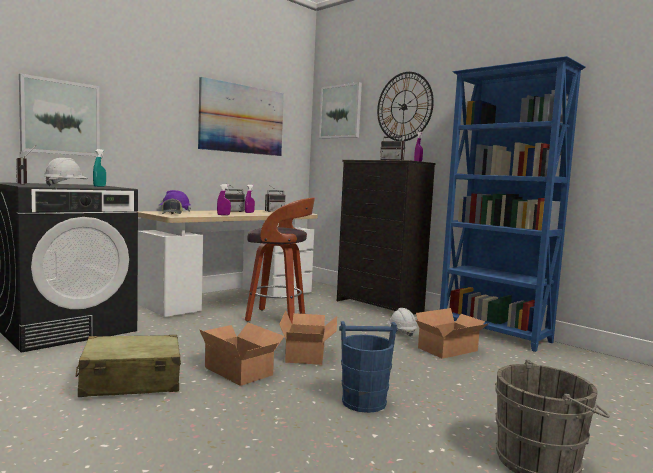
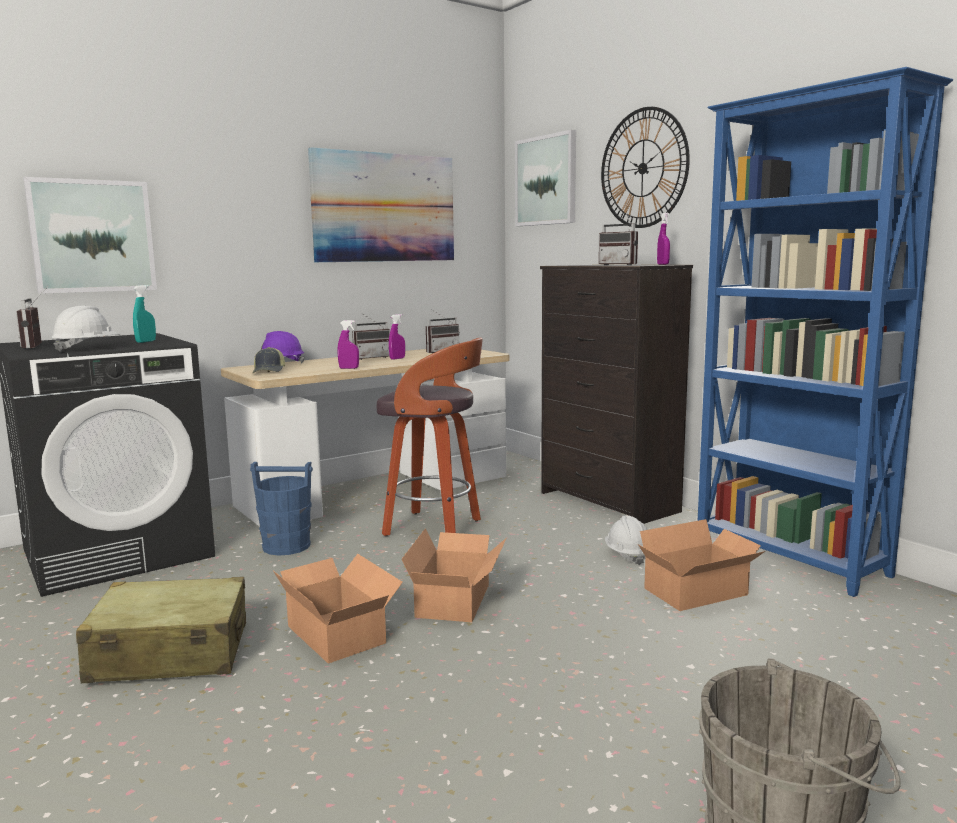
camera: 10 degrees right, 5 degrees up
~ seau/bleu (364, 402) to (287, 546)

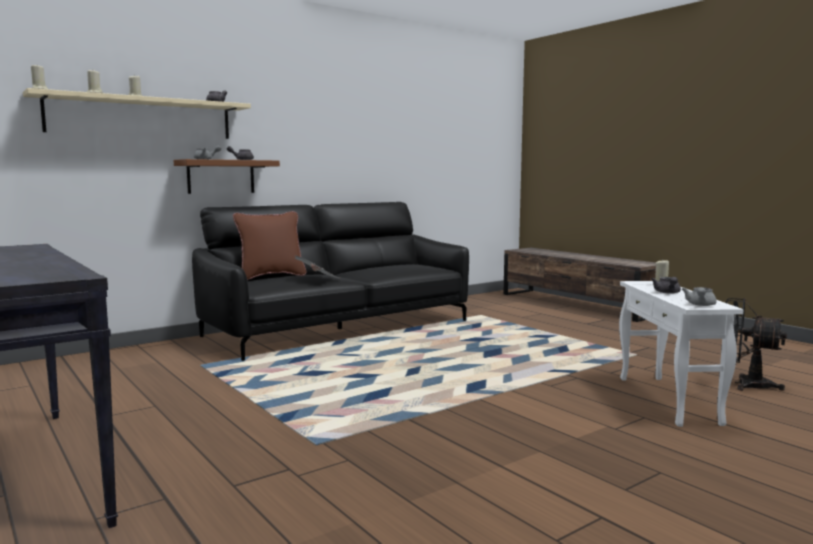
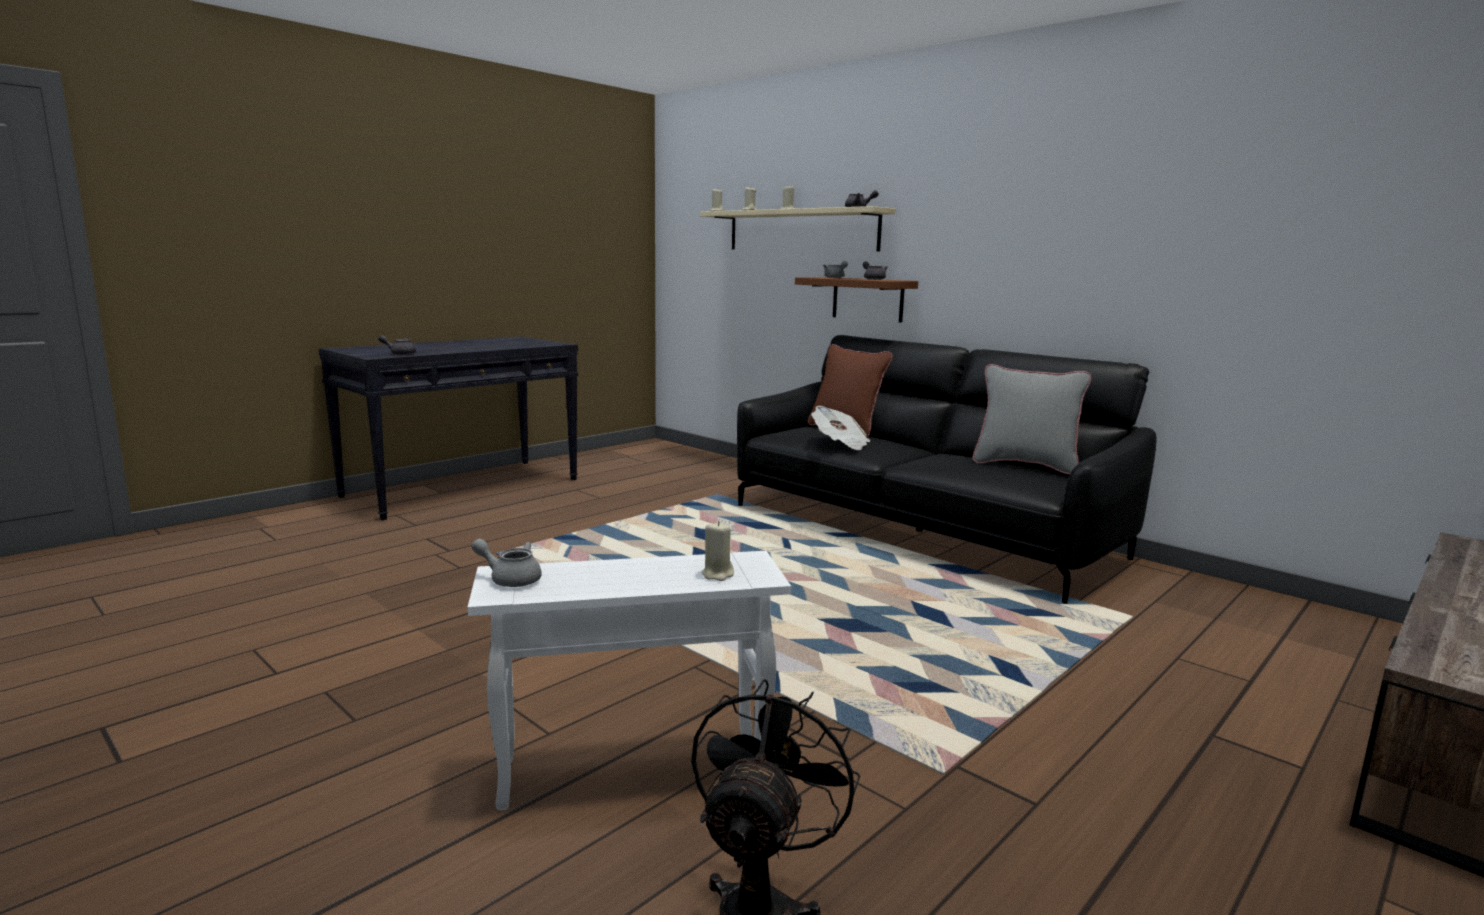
camera: 80 degrees right, 5 degrees up
~ théière/gris (667, 293) to (399, 353)
+ coussin/gris (1025, 465)

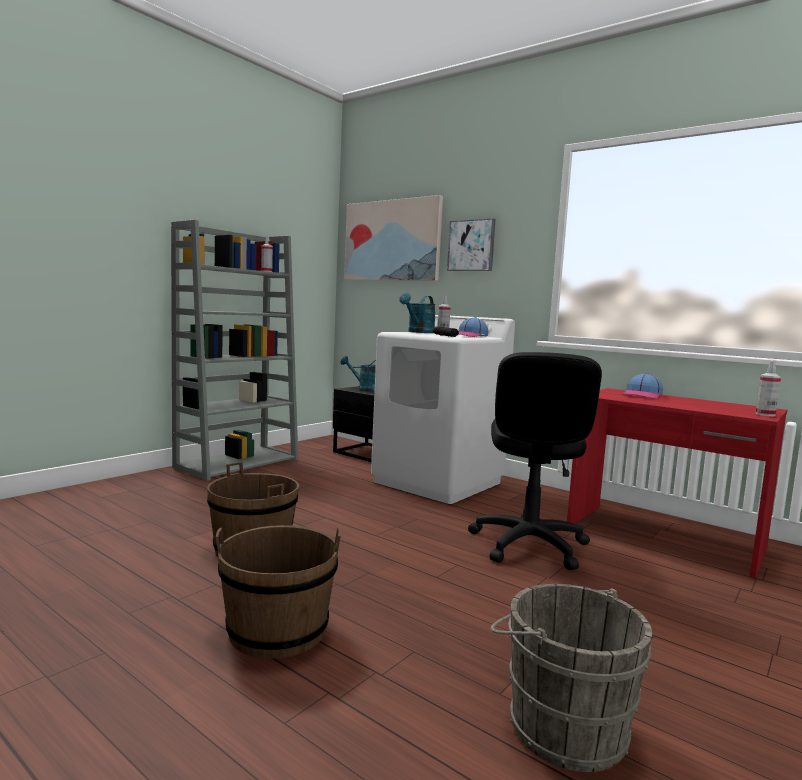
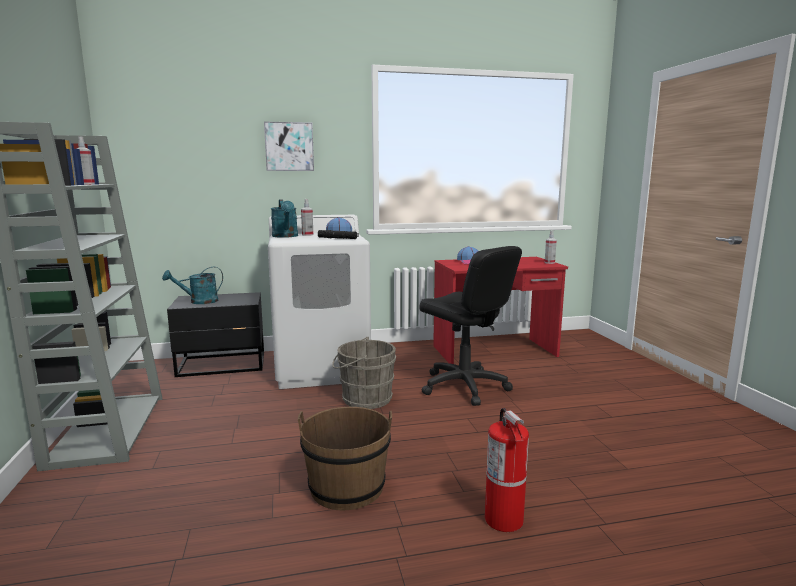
camera: 50 degrees left, 5 degrees up
~ seau/gris (561, 724) to (363, 398)
~ seau/marron (277, 631) to extincteur (504, 520)
- tableau (392, 240)

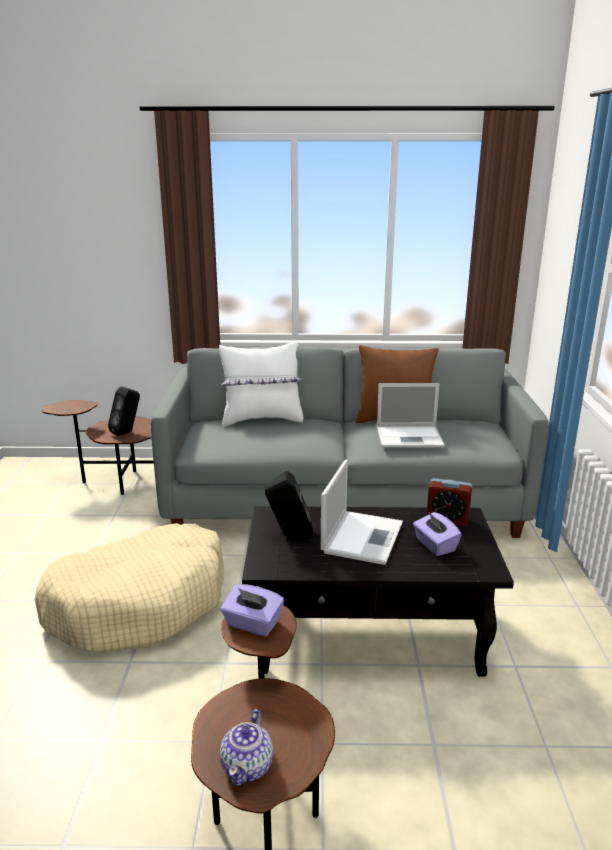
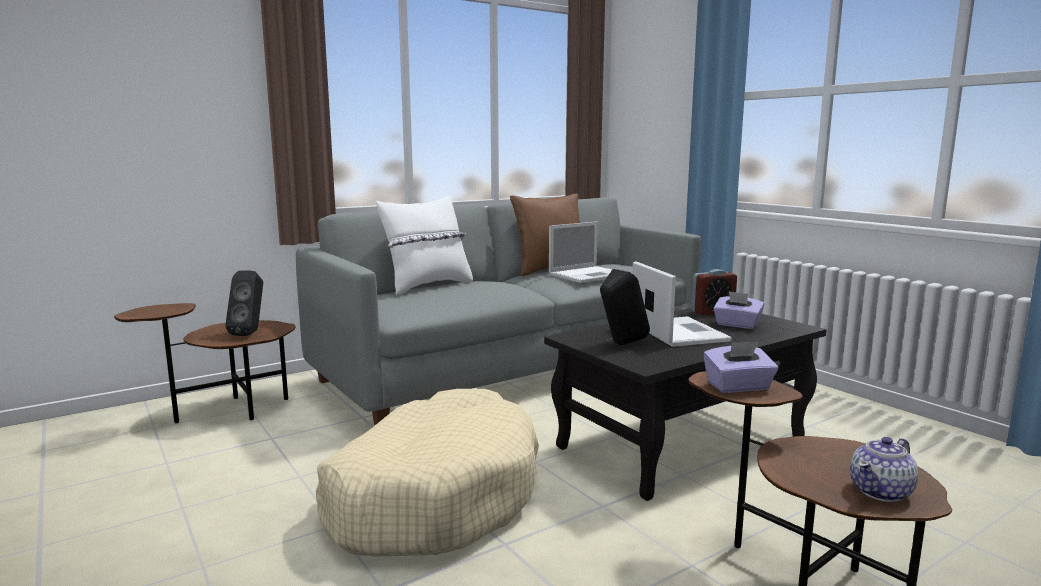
camera: 35 degrees left, 10 degrees down
~ théière (248, 766) = (881, 491) 75 degrees clockwise

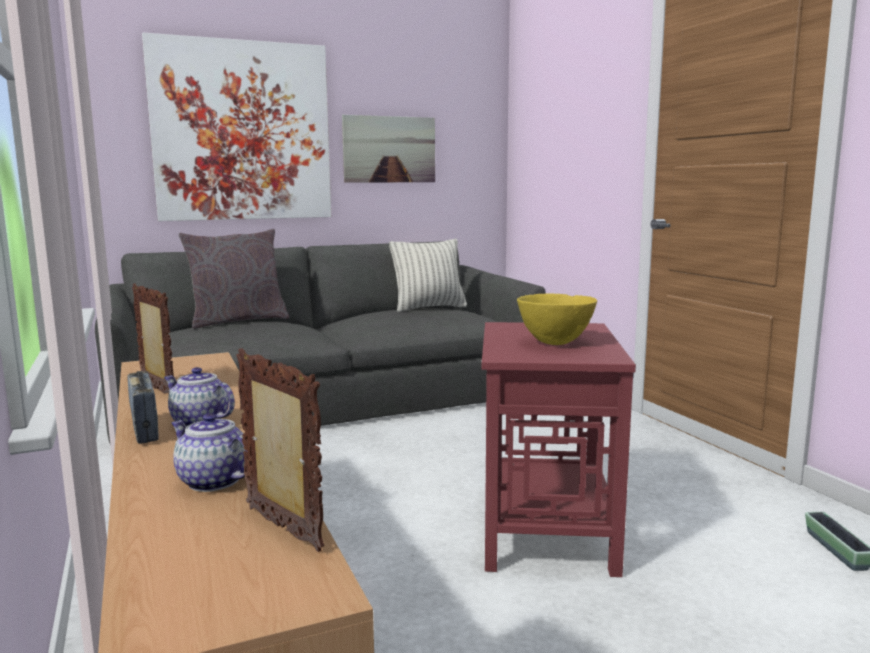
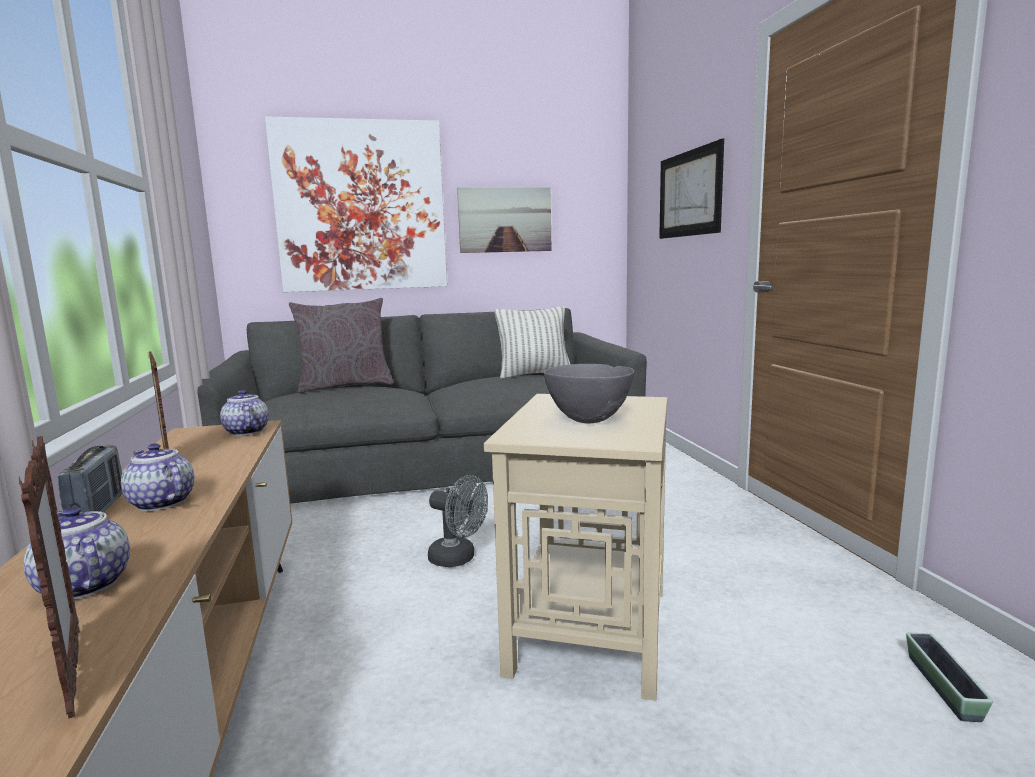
camera: 10 degrees right, 0 degrees up
+ théière (246, 431)
+ ventilateur/gris (458, 559)
~ table d'appoint/rouge (545, 530) to table d'appoint/beige (588, 628)
~ bol/jaune (554, 343) to bol/gris (588, 420)
+ tableau (689, 194)

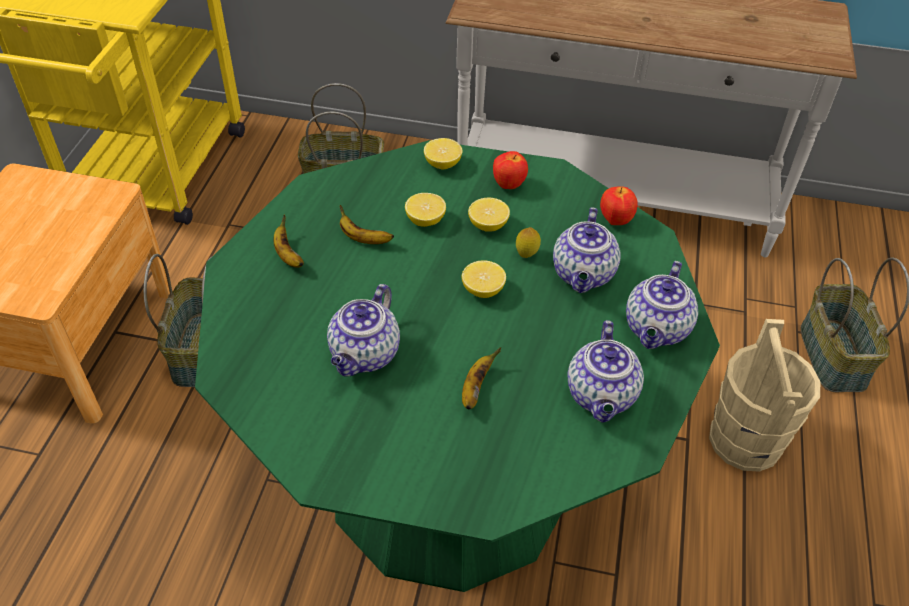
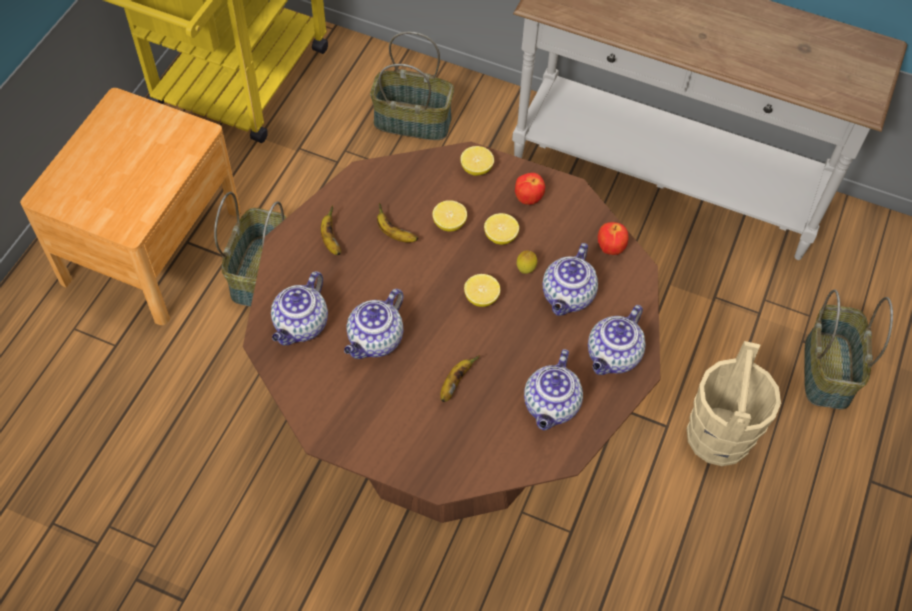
camera: 10 degrees right, 10 degrees up
~ table à manger/vert (449, 478) to table à manger/marron (450, 425)
+ théière (301, 326)

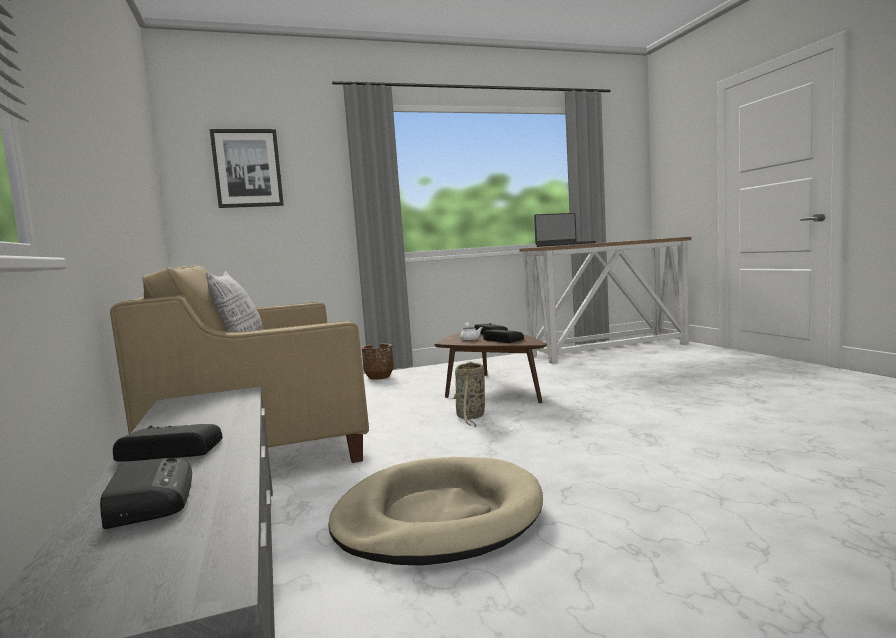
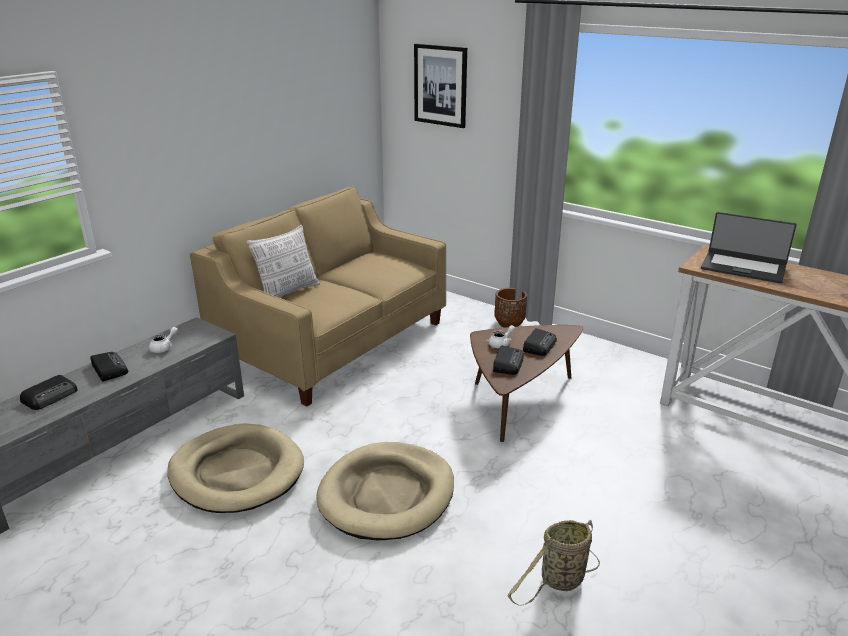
camera: 55 degrees right, 20 degrees up
+ théière/blanc (164, 347)
+ panier pour chien/beige (387, 494)
~ panier (470, 417) to (559, 581)

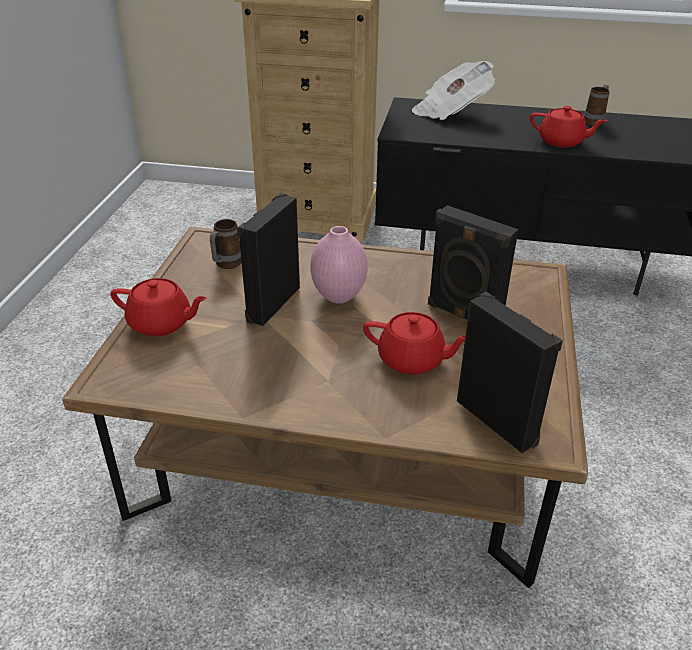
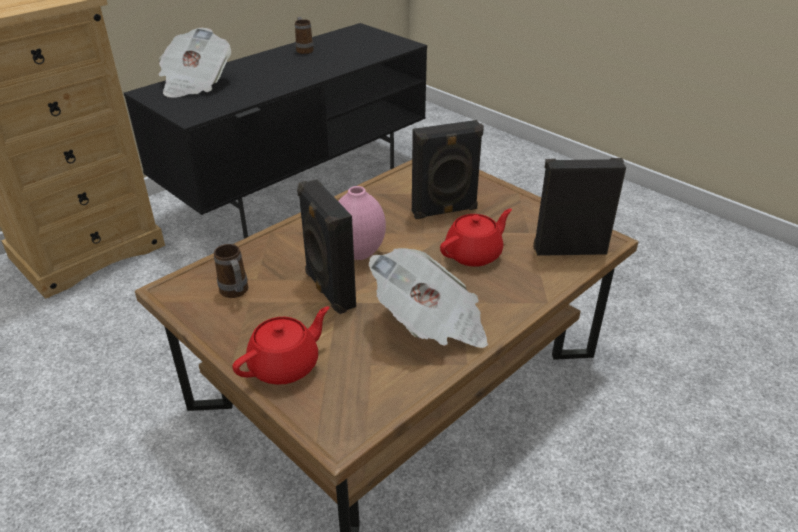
camera: 55 degrees left, 0 degrees up
+ journal (431, 324)
- théière/rouge (562, 142)

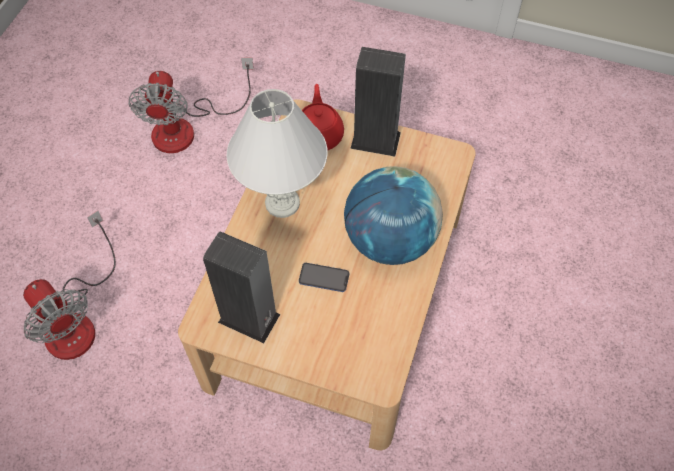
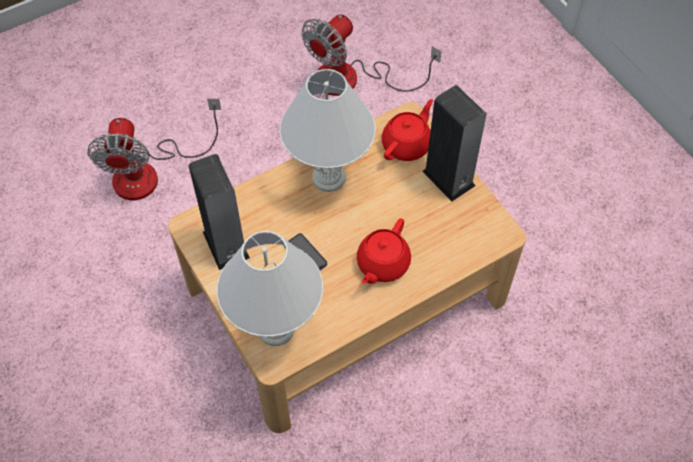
camera: 40 degrees right, 0 degrees up
+ lampe de table/blanc (276, 328)
~ globe (390, 241) to théière/rouge (382, 264)

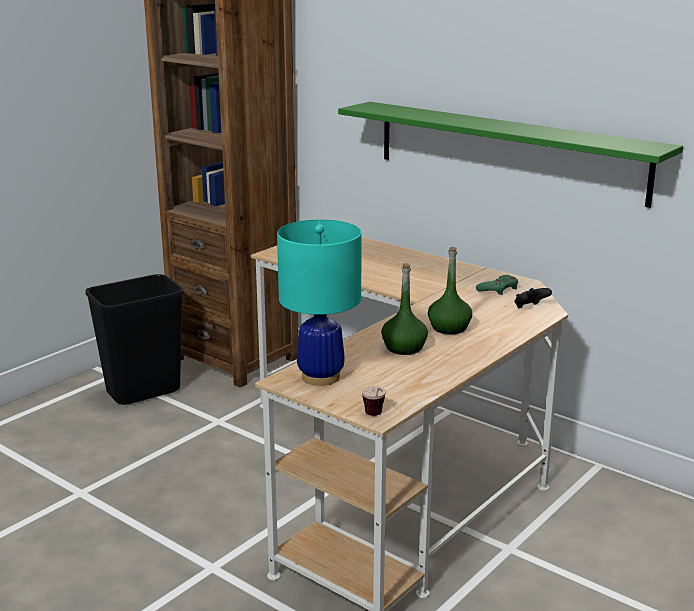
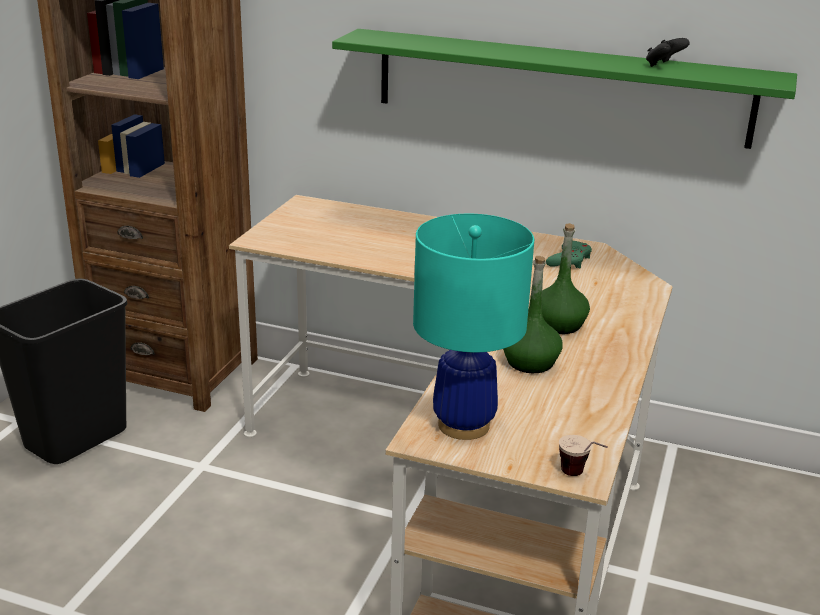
camera: 20 degrees left, 5 degrees up
~ manette/noir (530, 308) to (663, 65)

